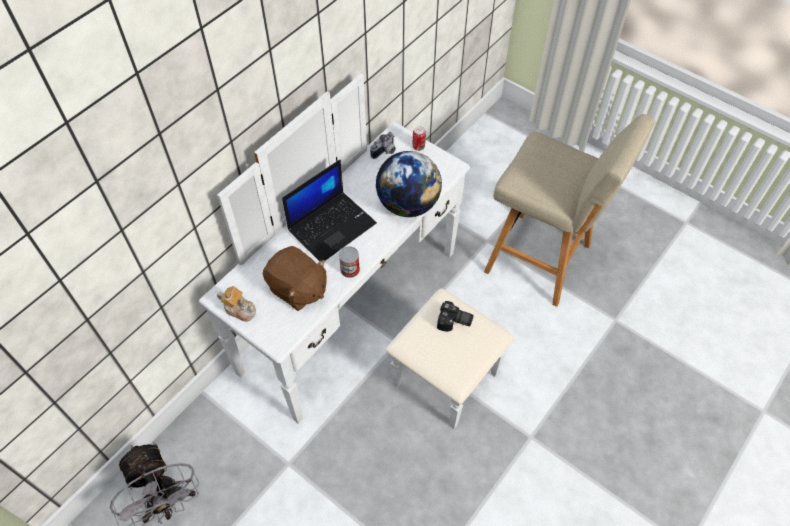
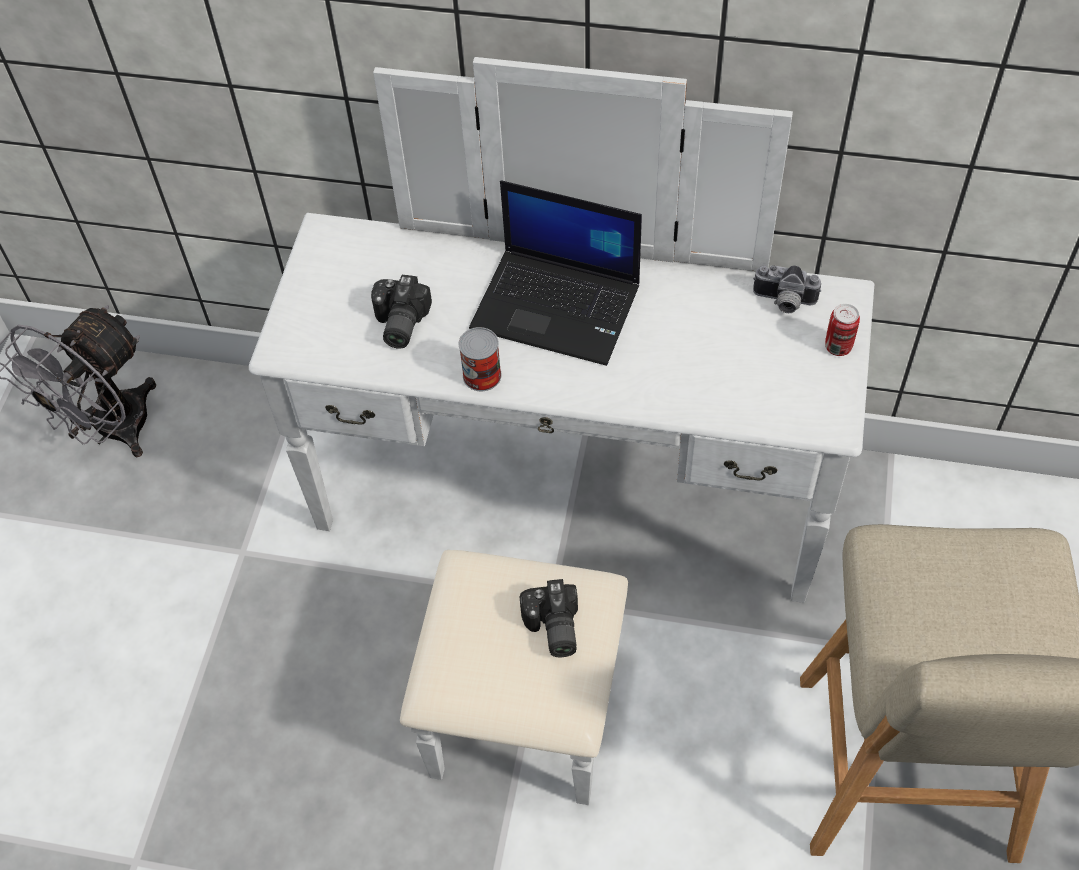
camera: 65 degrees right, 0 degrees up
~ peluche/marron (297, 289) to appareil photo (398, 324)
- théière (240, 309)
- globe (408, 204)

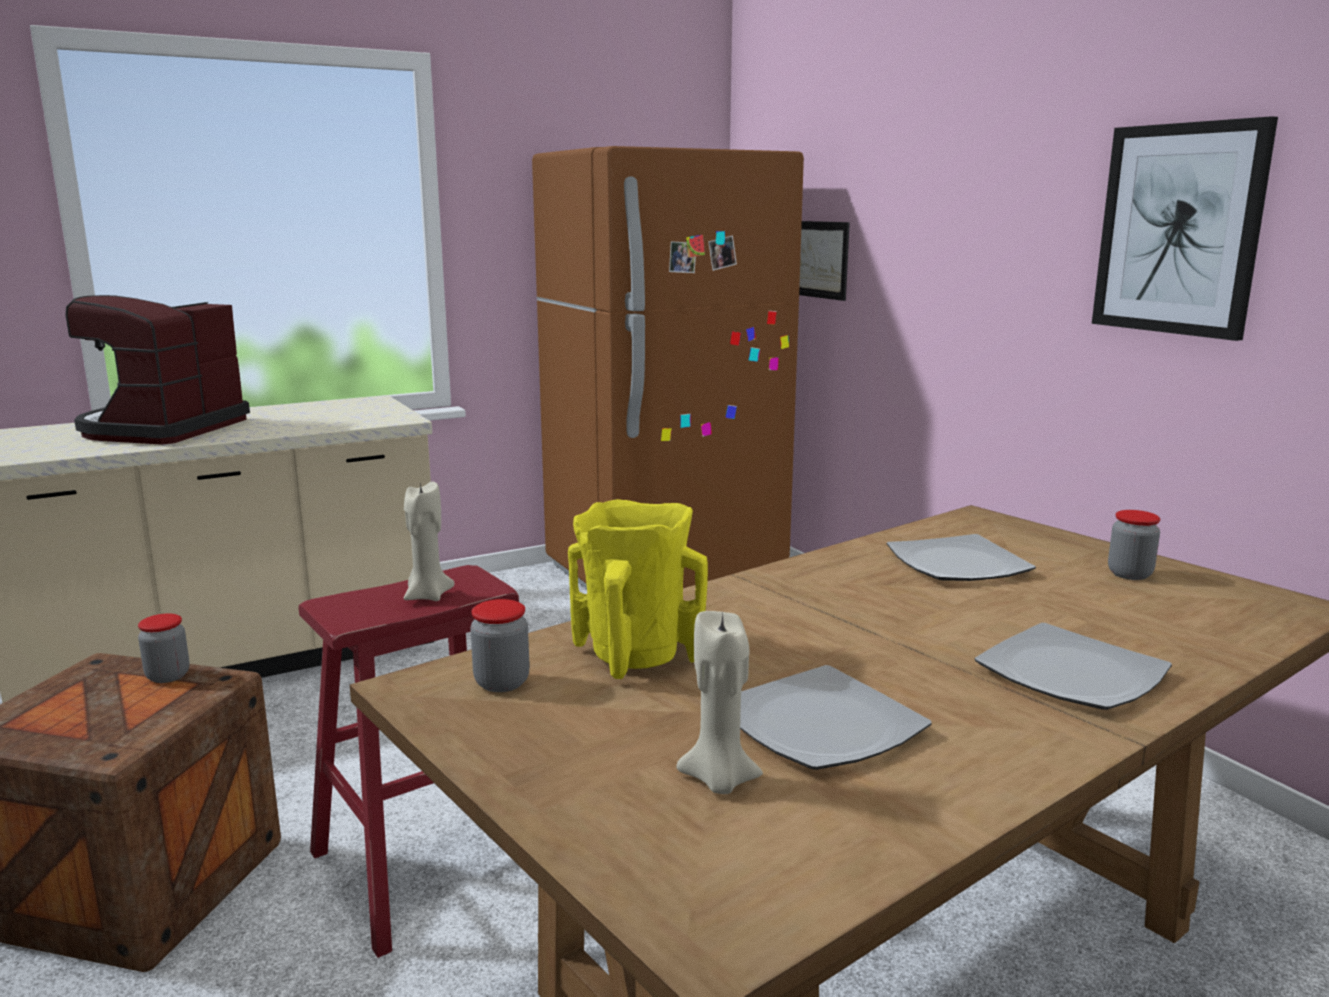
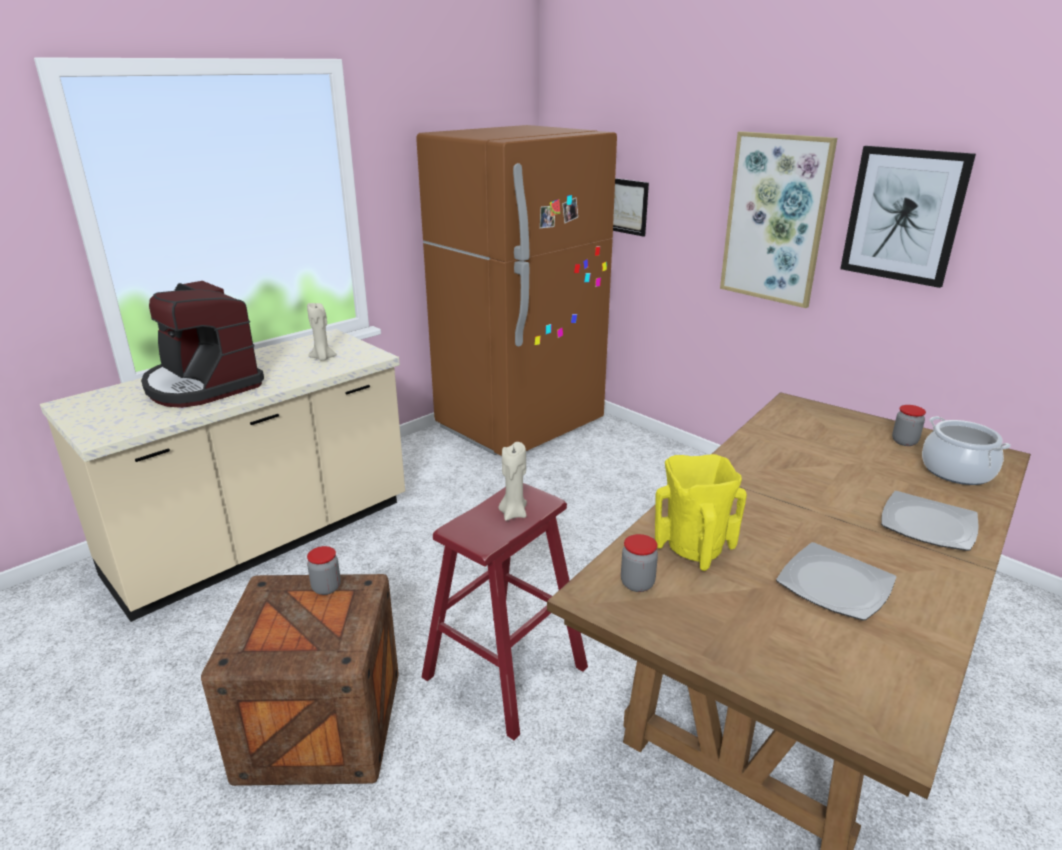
camera: 15 degrees left, 10 degrees up
~ machine à café (162, 429) = (202, 385) 45 degrees counterclockwise
~ bougie/beige (719, 781) to (322, 358)
+ tableau (775, 219)
+ marmite (956, 471)
- assiette (958, 563)

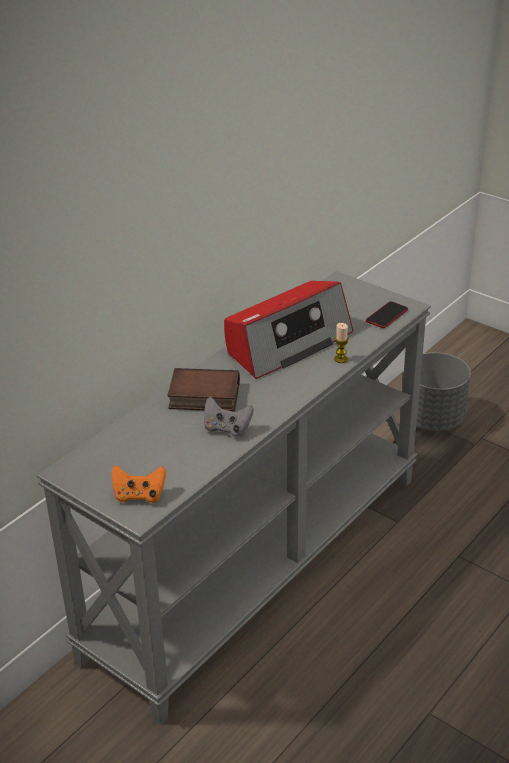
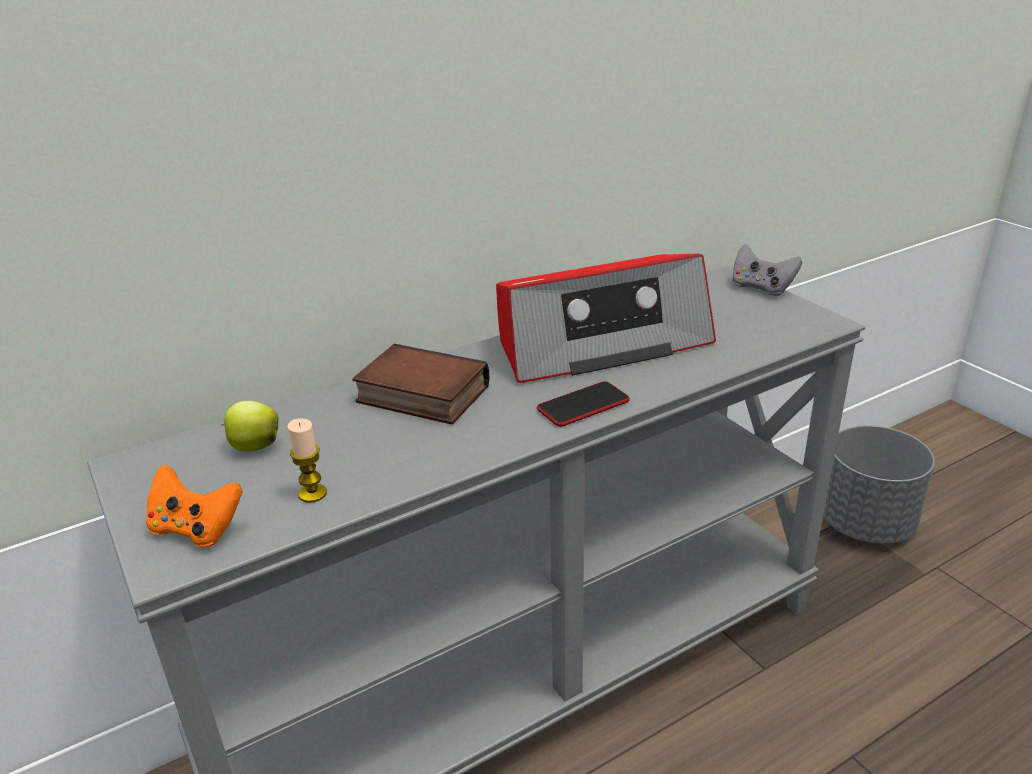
camera: 20 degrees right, 5 degrees down
+ pomme (254, 447)
~ bougie (341, 359) to (312, 494)
~ téléphone (386, 315) to (583, 405)
~ manette/gris (227, 429) to (761, 288)

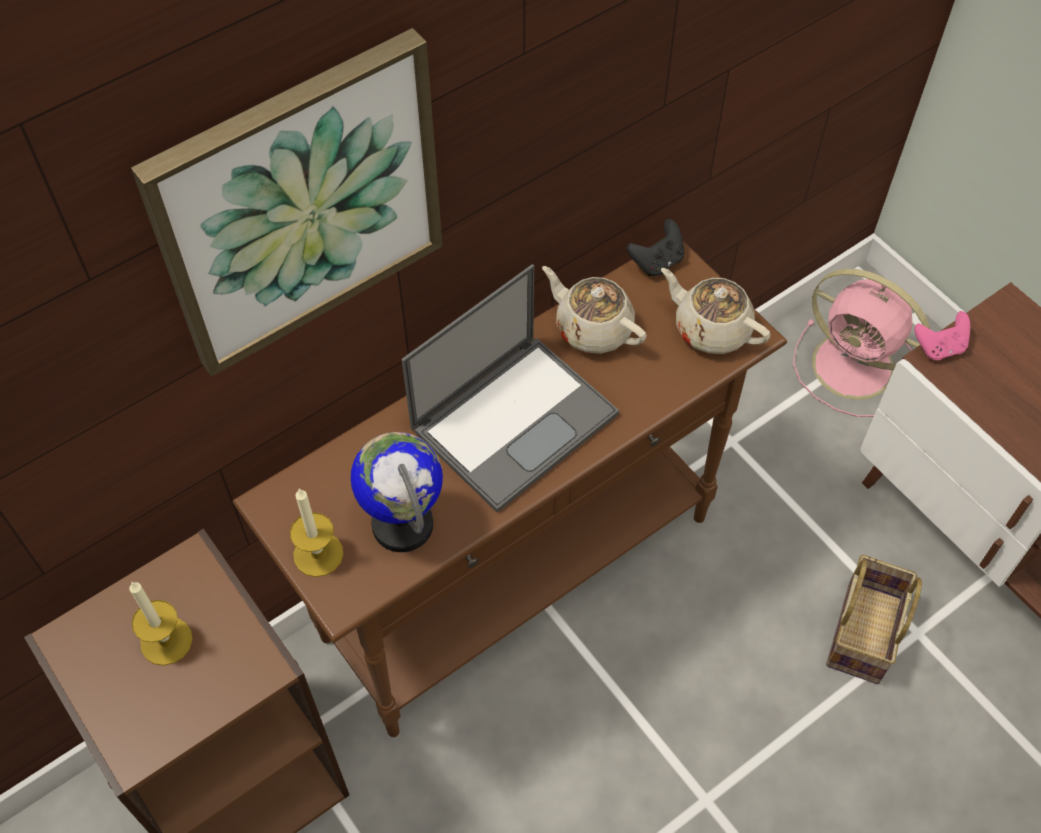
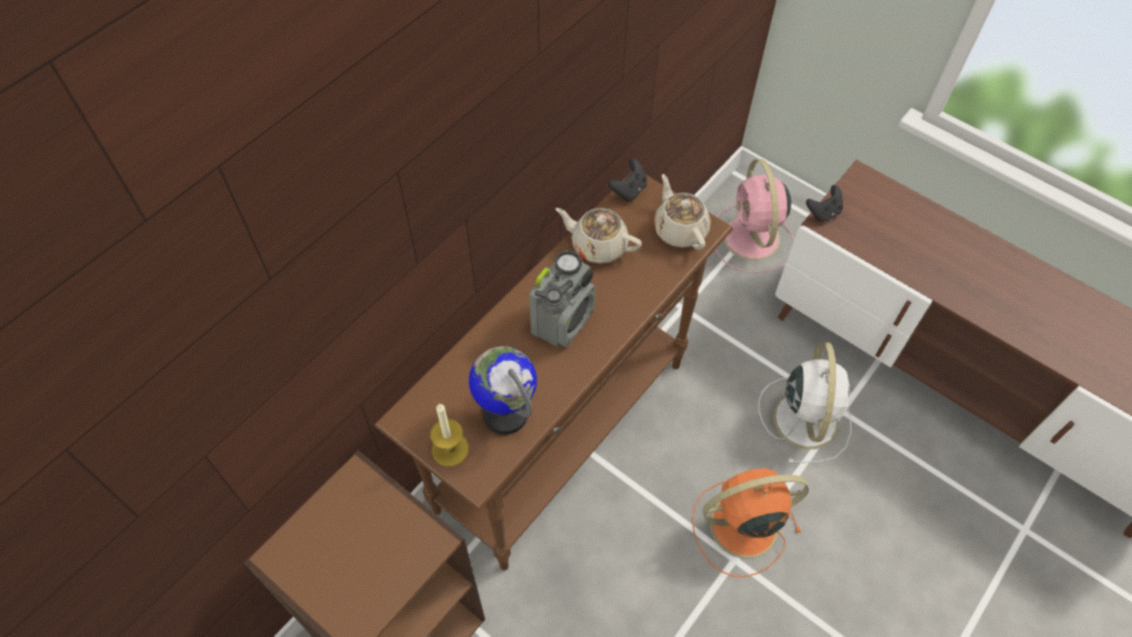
camera: 15 degrees left, 0 degrees up
~ ordinateur portable (515, 419) to radio (563, 321)
~ théière/beige (711, 328) = (679, 229) 45 degrees clockwise
+ ventilateur/orange (740, 525)
~ ventilateur/rose (856, 368) = (752, 240) 60 degrees clockwise
~ panier (862, 629) to ventilateur/blanc (805, 417)
~ manette/rose (939, 347) to manette/noir (823, 212)
- bougie (166, 641)
- tableau (300, 204)

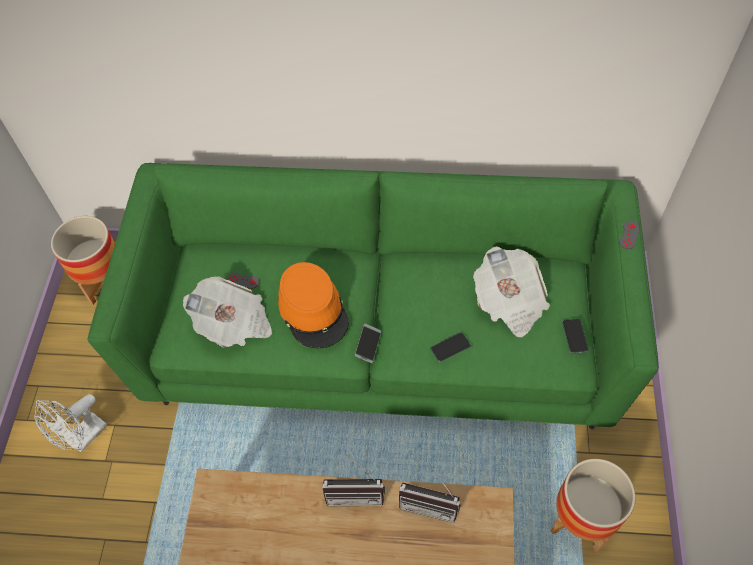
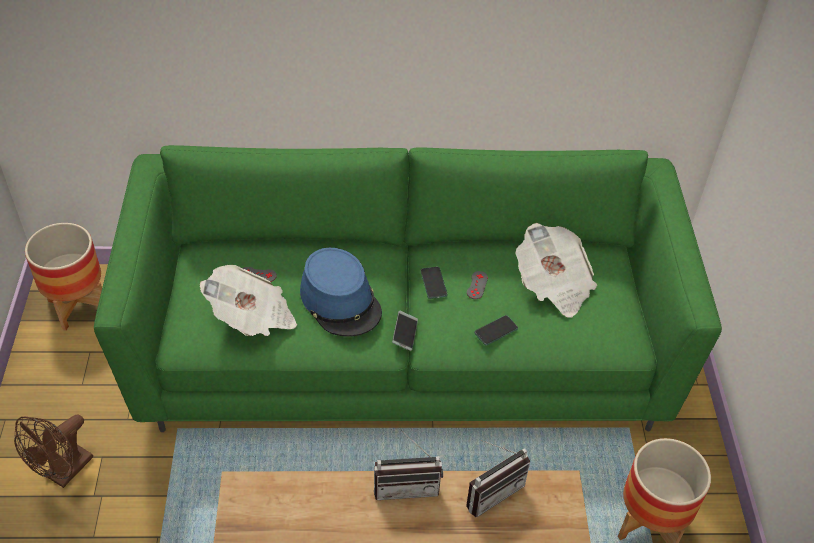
camera: 10 degrees left, 10 degrees down
~ ventilateur/blanc (83, 438) to ventilateur/marron (64, 473)
~ chapeau/orange (313, 310) to chapeau/bleu (341, 301)
~ téléphone (575, 336) to (433, 283)
~ radio (430, 502) = (491, 490) 45 degrees counterclockwise
~ manette/gris (629, 235) to (477, 285)

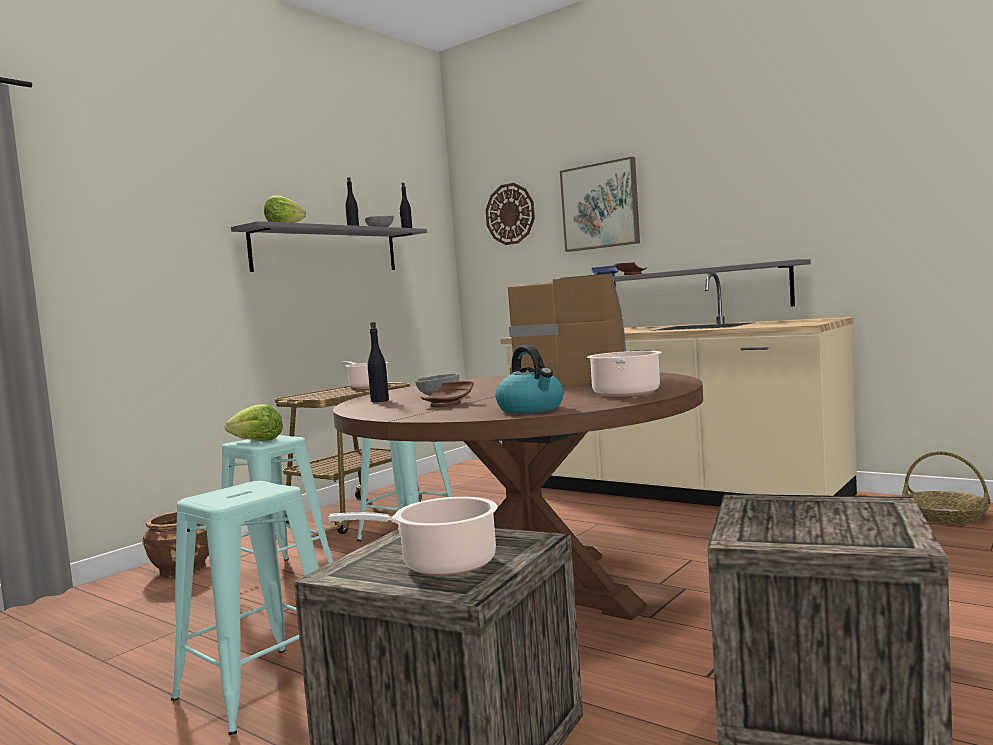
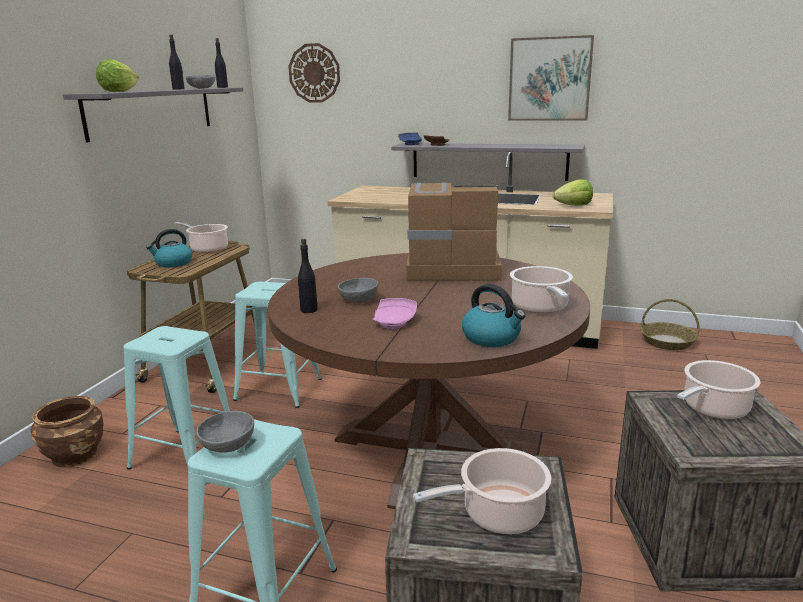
camera: 20 degrees left, 15 degrees up
+ bouilloire (173, 263)
+ bol/gris (227, 446)
~ assiette/marron (449, 404) to assiette/rose (394, 322)
~ tableau (600, 206) to (549, 79)
~ laitue (257, 441) to (574, 205)
+ marmite (713, 409)

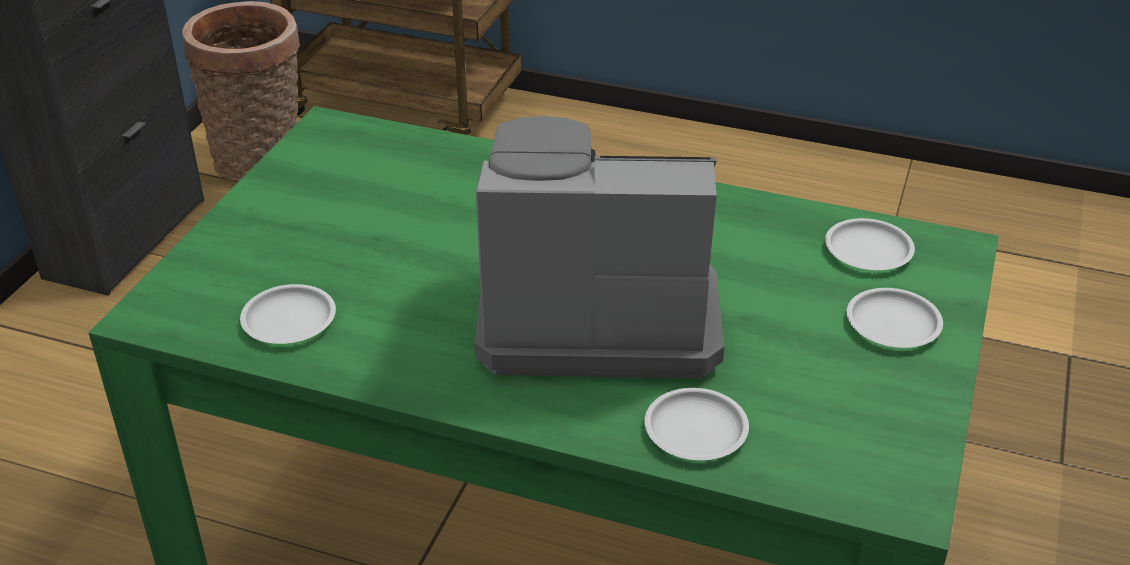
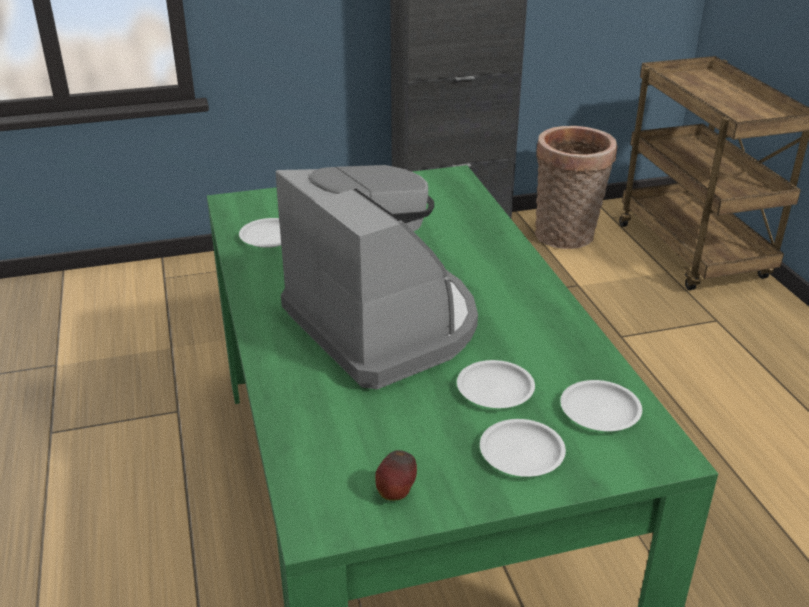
camera: 55 degrees right, 5 degrees down
+ pomme (396, 494)
~ assiette/blanc (695, 430) to (495, 389)

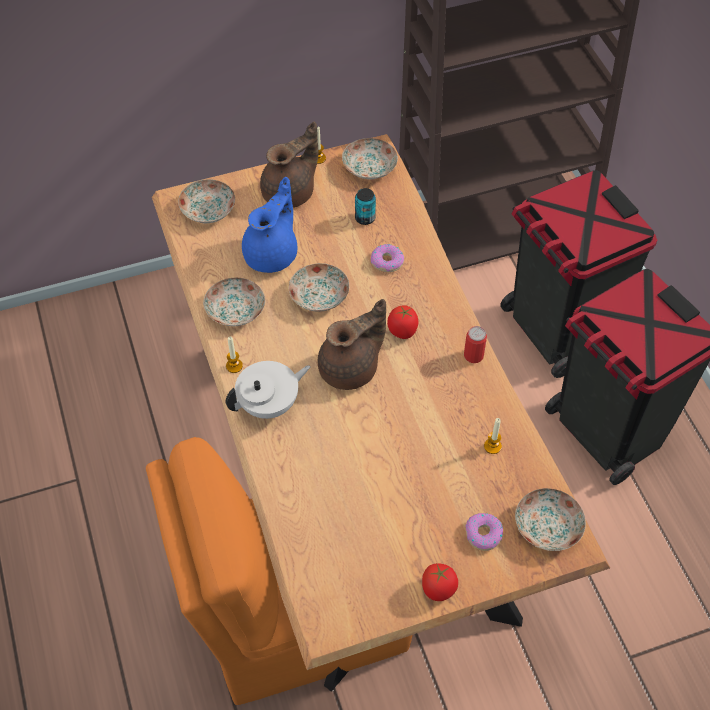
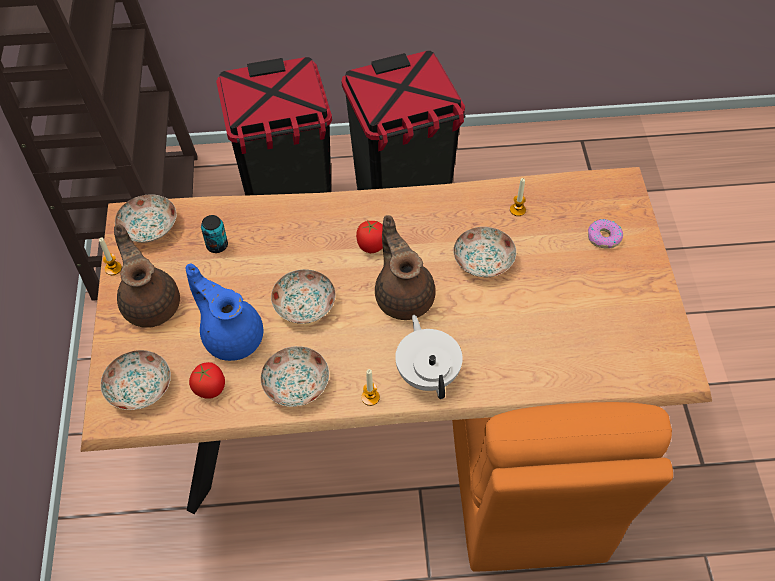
camera: 75 degrees left, 0 degrees up
~ tomate (439, 589) to (210, 388)
~ assiette (548, 526) to (483, 260)
- beignet (387, 262)
- boîte métallique (473, 355)

